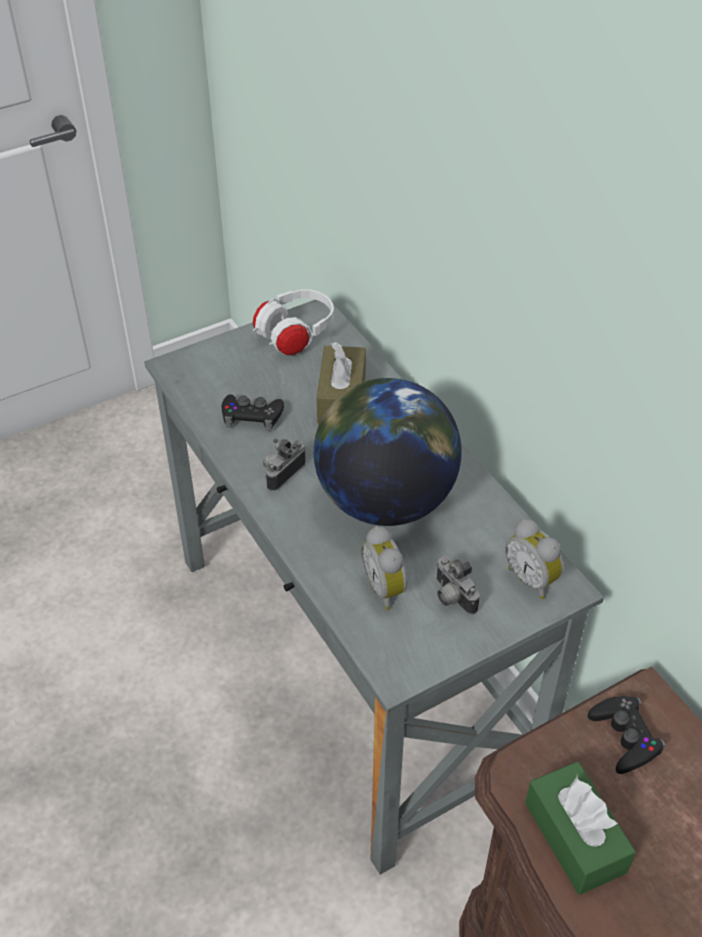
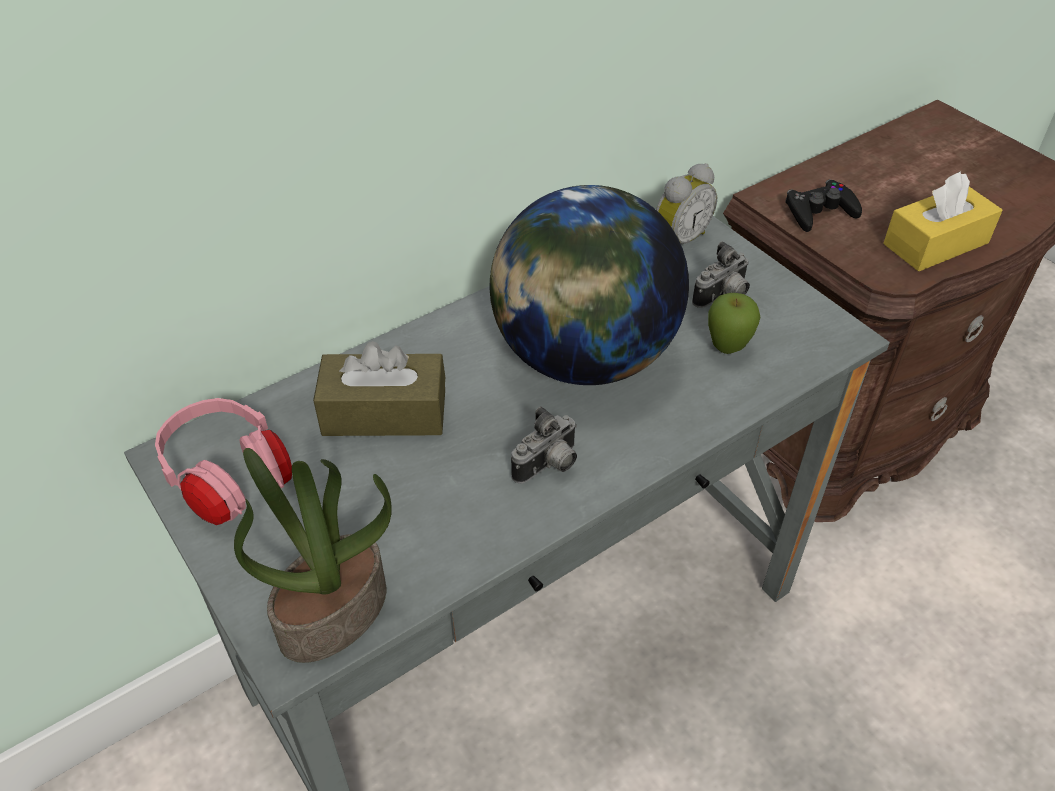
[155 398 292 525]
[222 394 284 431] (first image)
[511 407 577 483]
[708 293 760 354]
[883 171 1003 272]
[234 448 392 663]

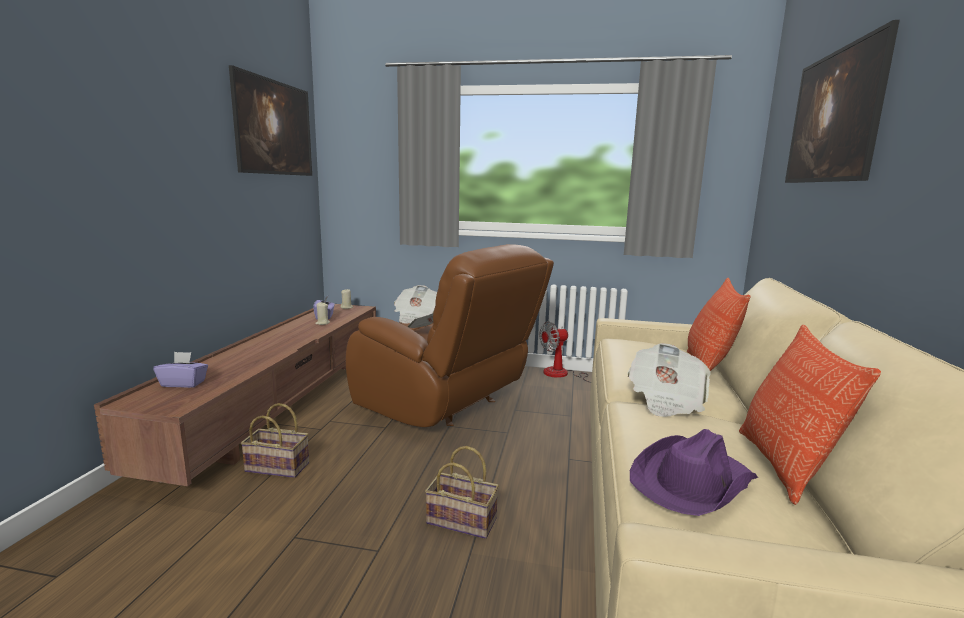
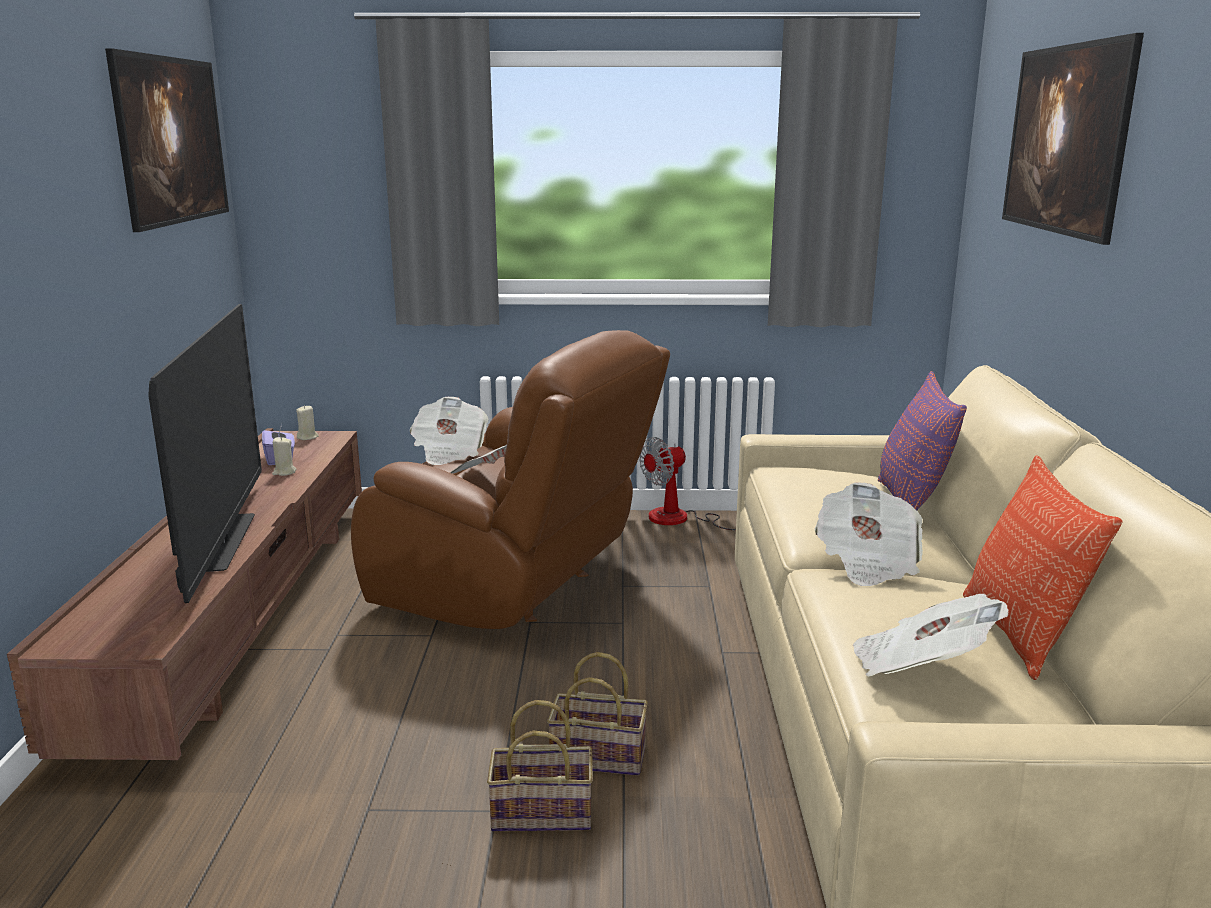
[878 371 967 510]
[153 352 208 388] (first image)
[487 700 593 832]
[853 594 1009 677]
[148 304 262 603]

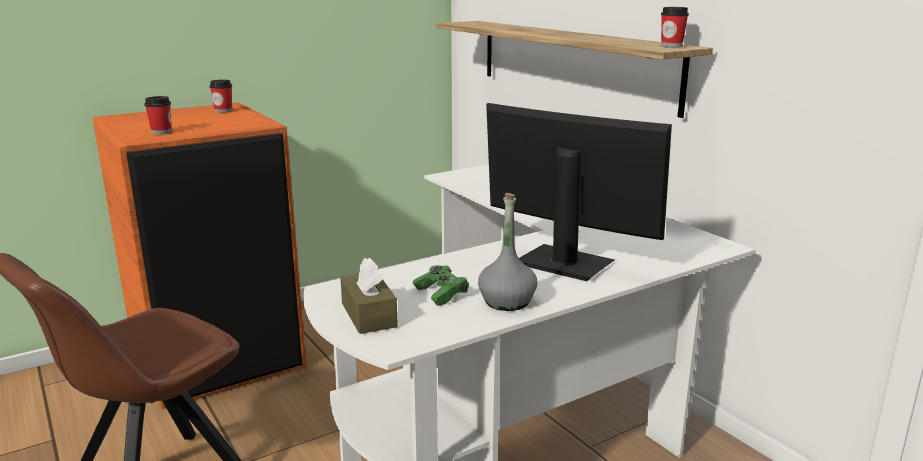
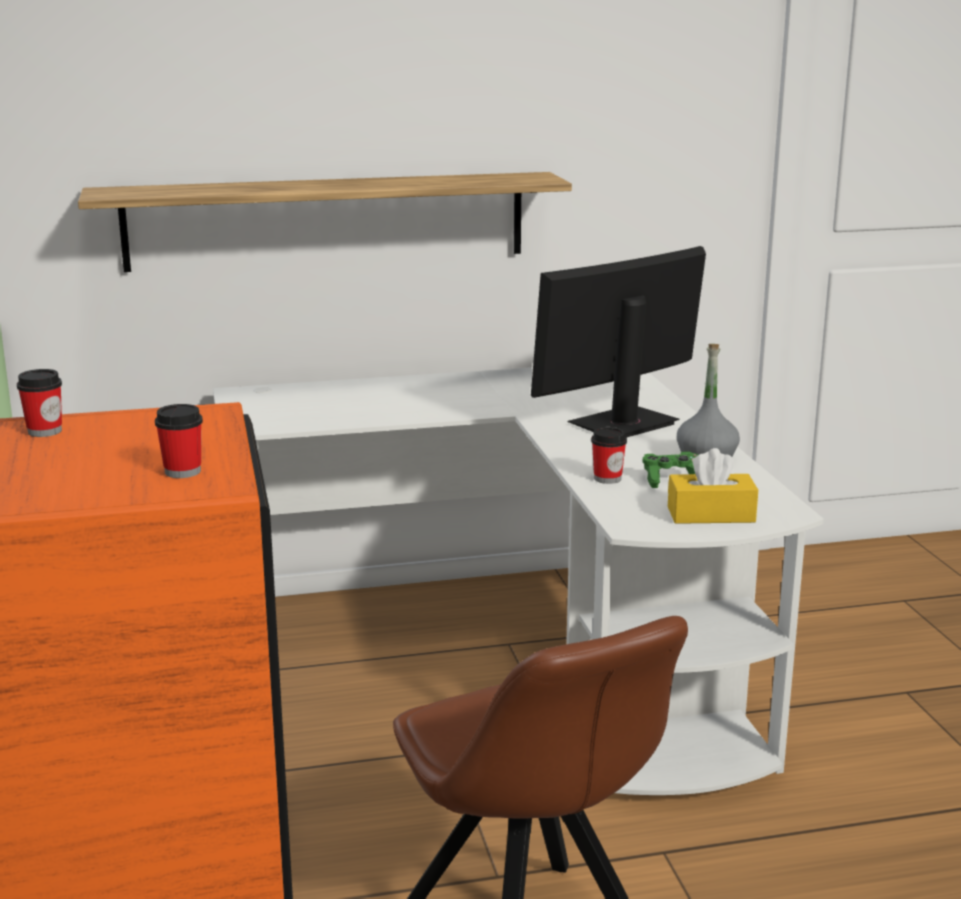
[591 427 627 484]
[668 448 758 524]

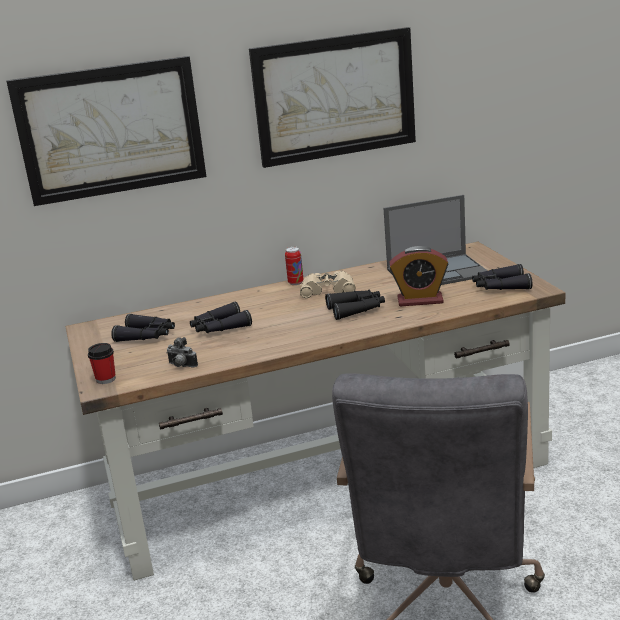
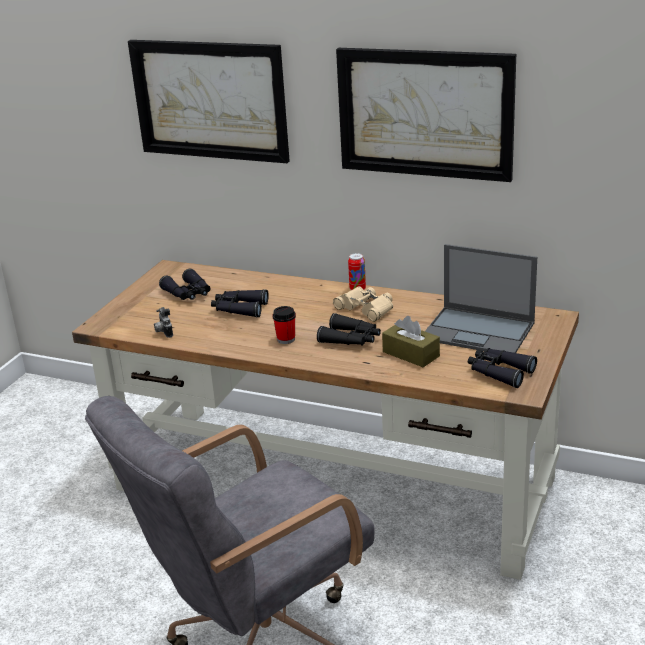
[382 316 440 367]
[272 306 296 344]

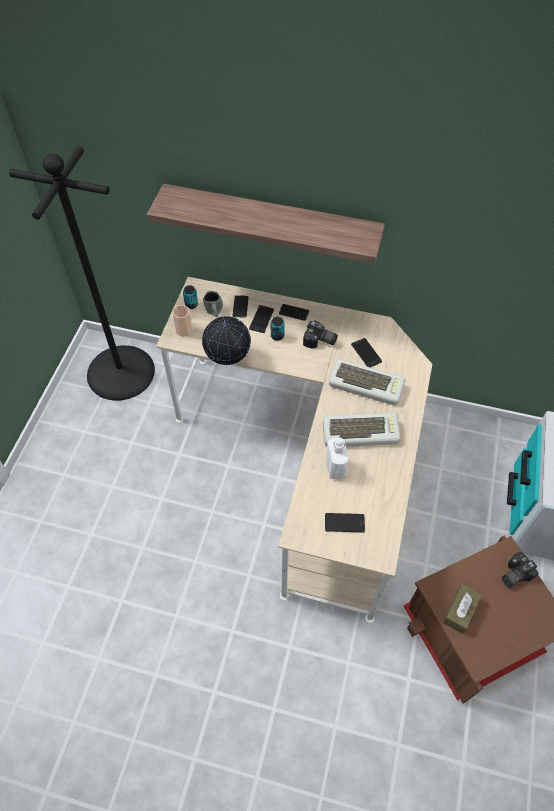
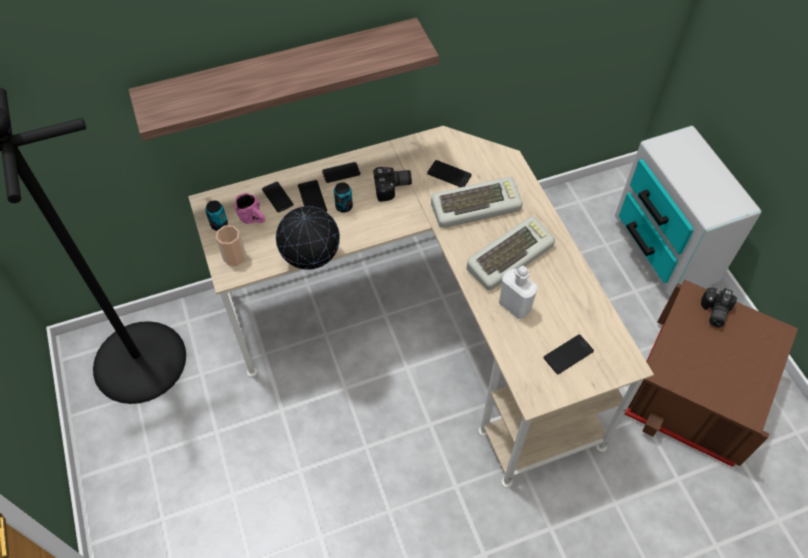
[235 193 265 224]
[443 584 482 634] (first image)

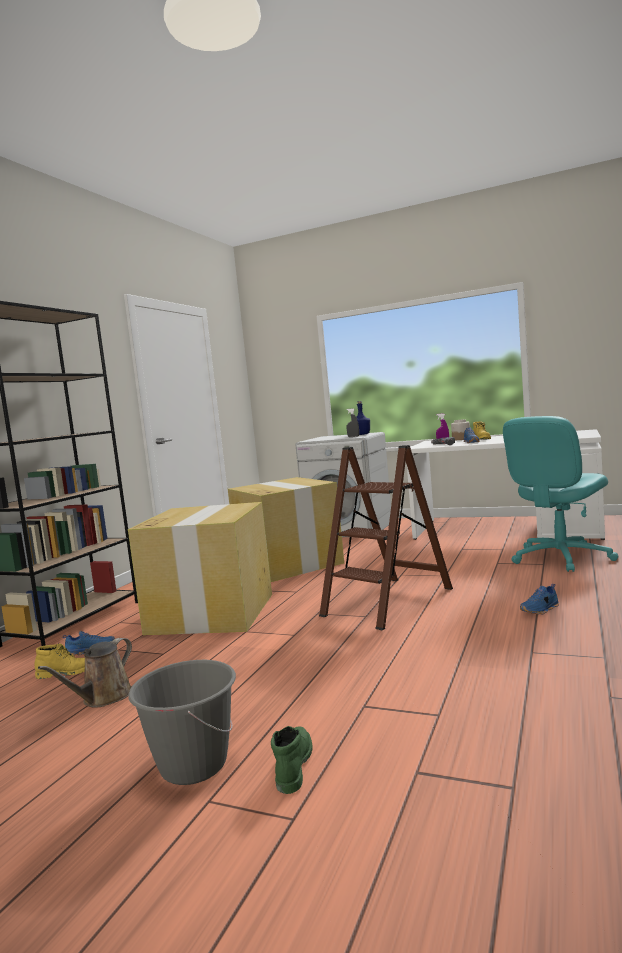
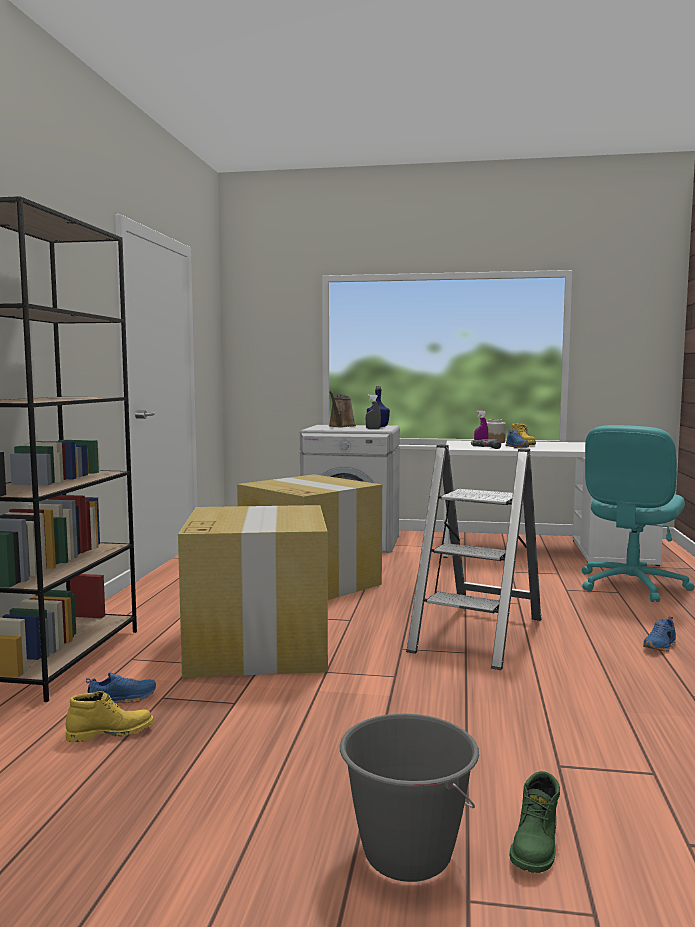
[406 444 541 670]
[329 391 356 427]
[509 771 560 873]

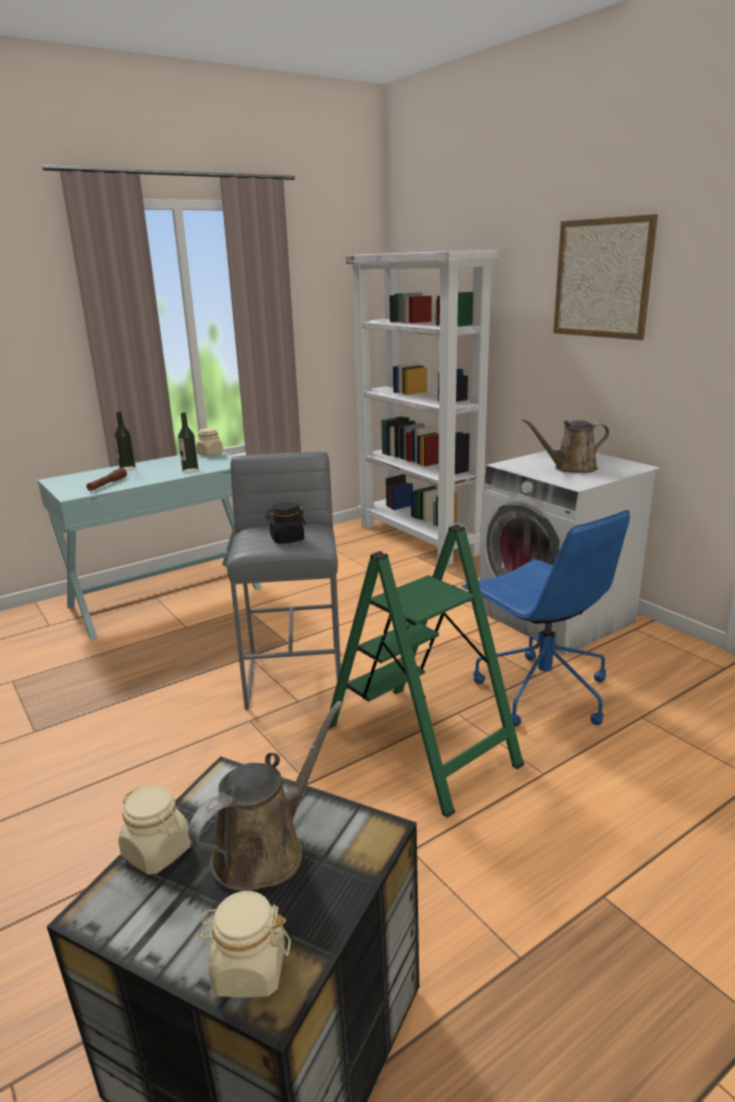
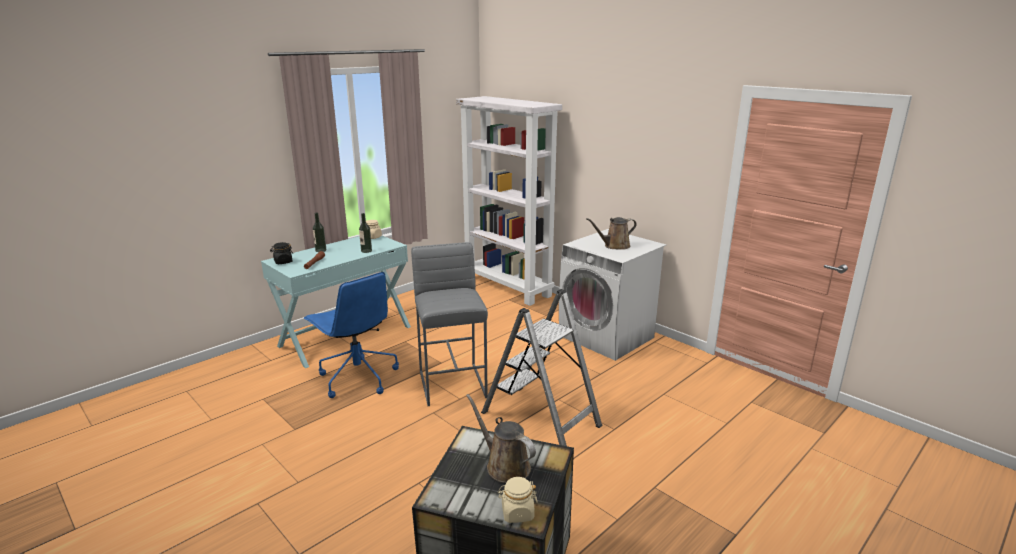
[553 214 658 340] (first image)
[270 242 293 264]
[304 272 399 398]
[481 289 603 446]
[466 394 536 483]
[118 785 191 875] (first image)

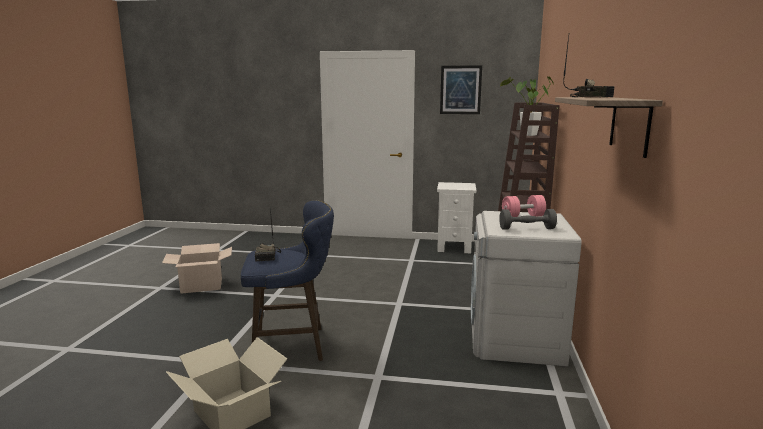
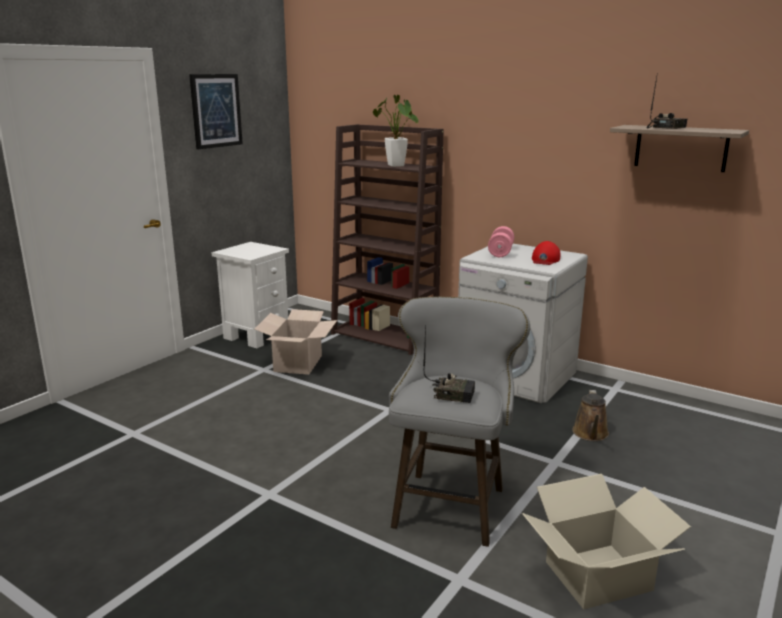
[389 296 530 547]
[532 241 560 265]
[255 309 337 375]
[572 390 609 441]

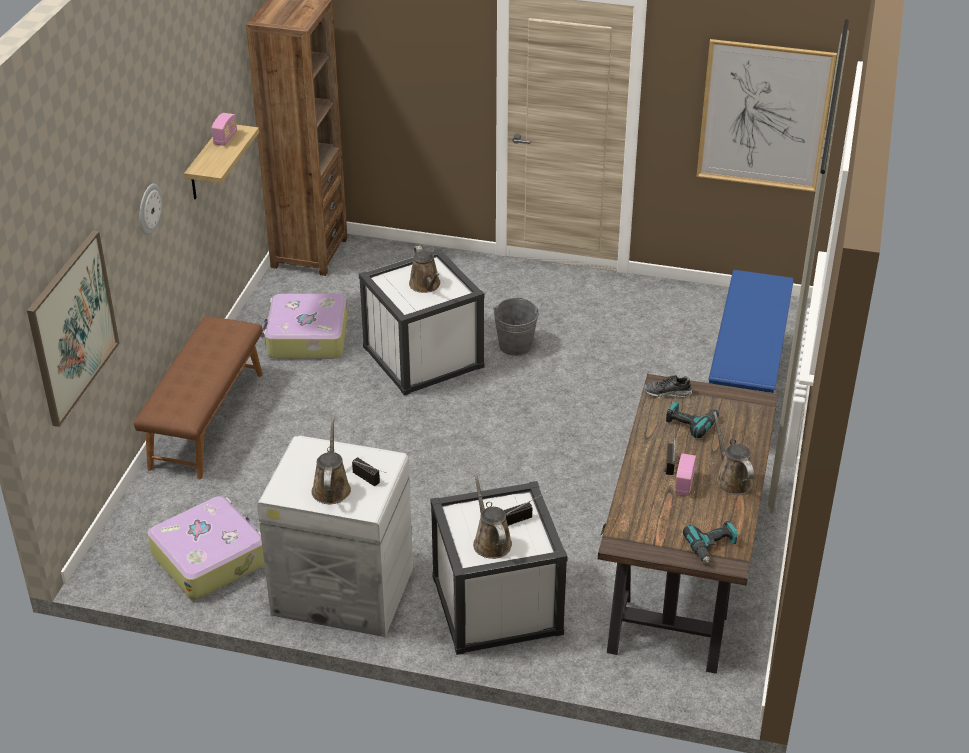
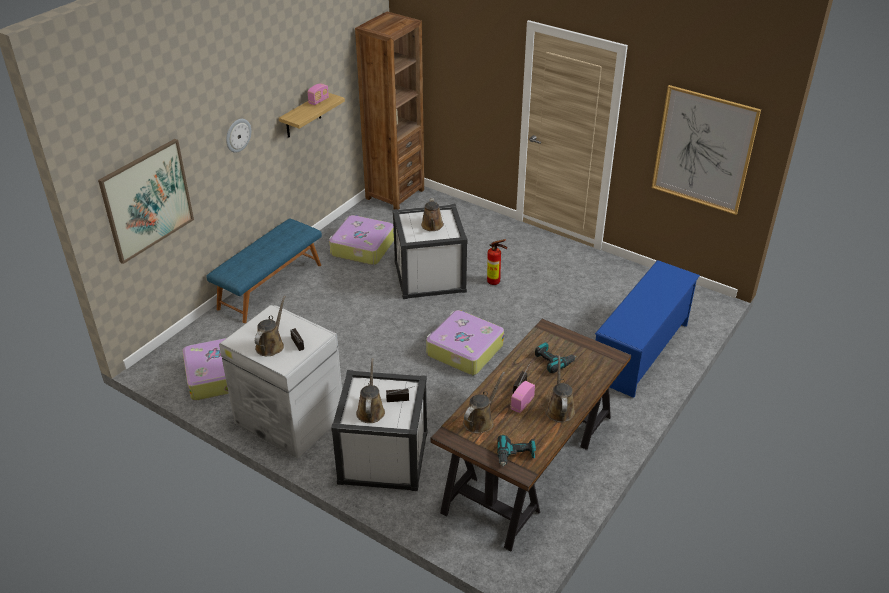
[487 239 507 285]
[206 218 322 323]
[644 375 692 398] (first image)
[426 310 504 375]
[463 371 505 434]

